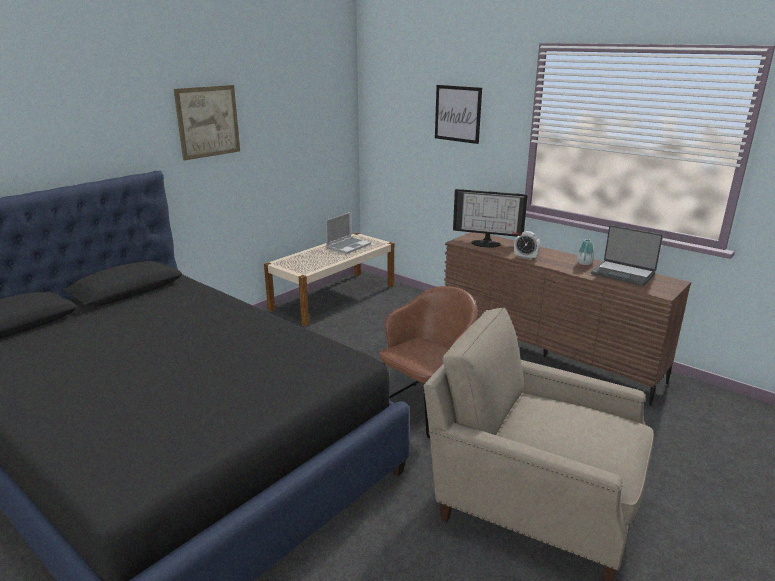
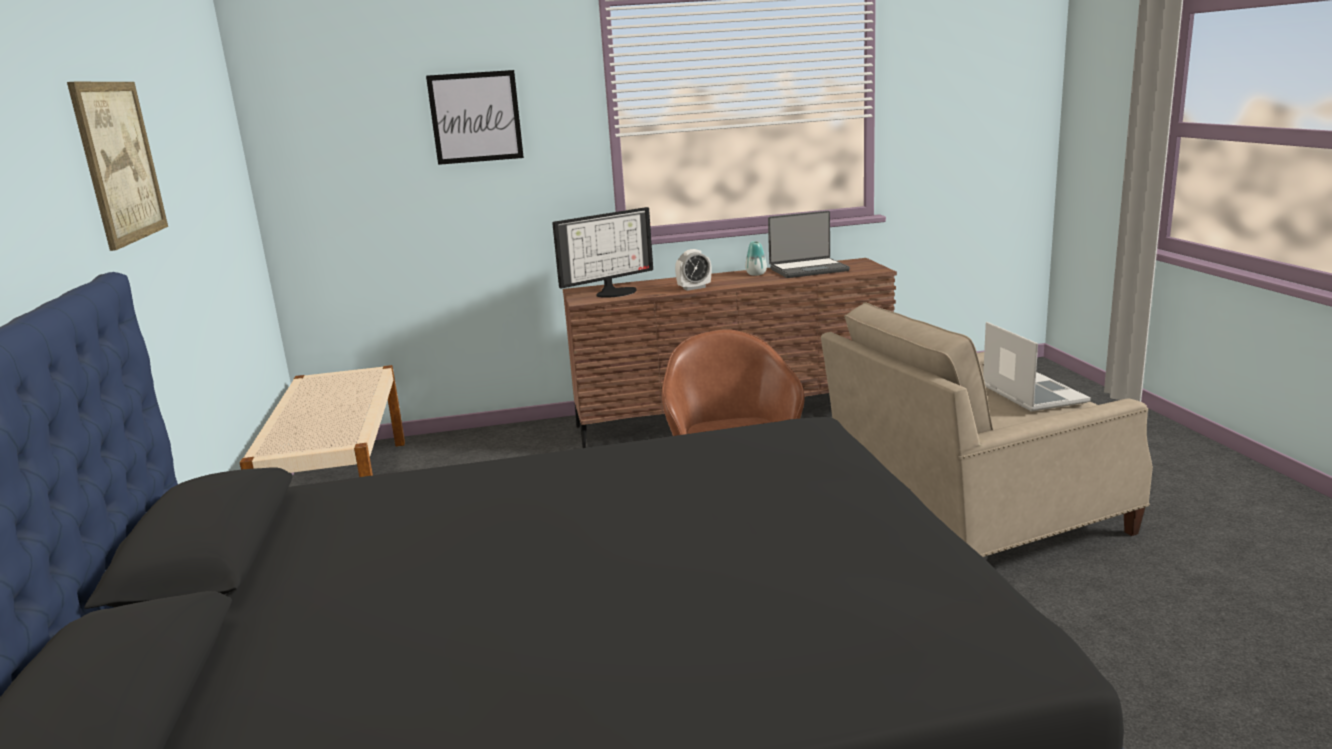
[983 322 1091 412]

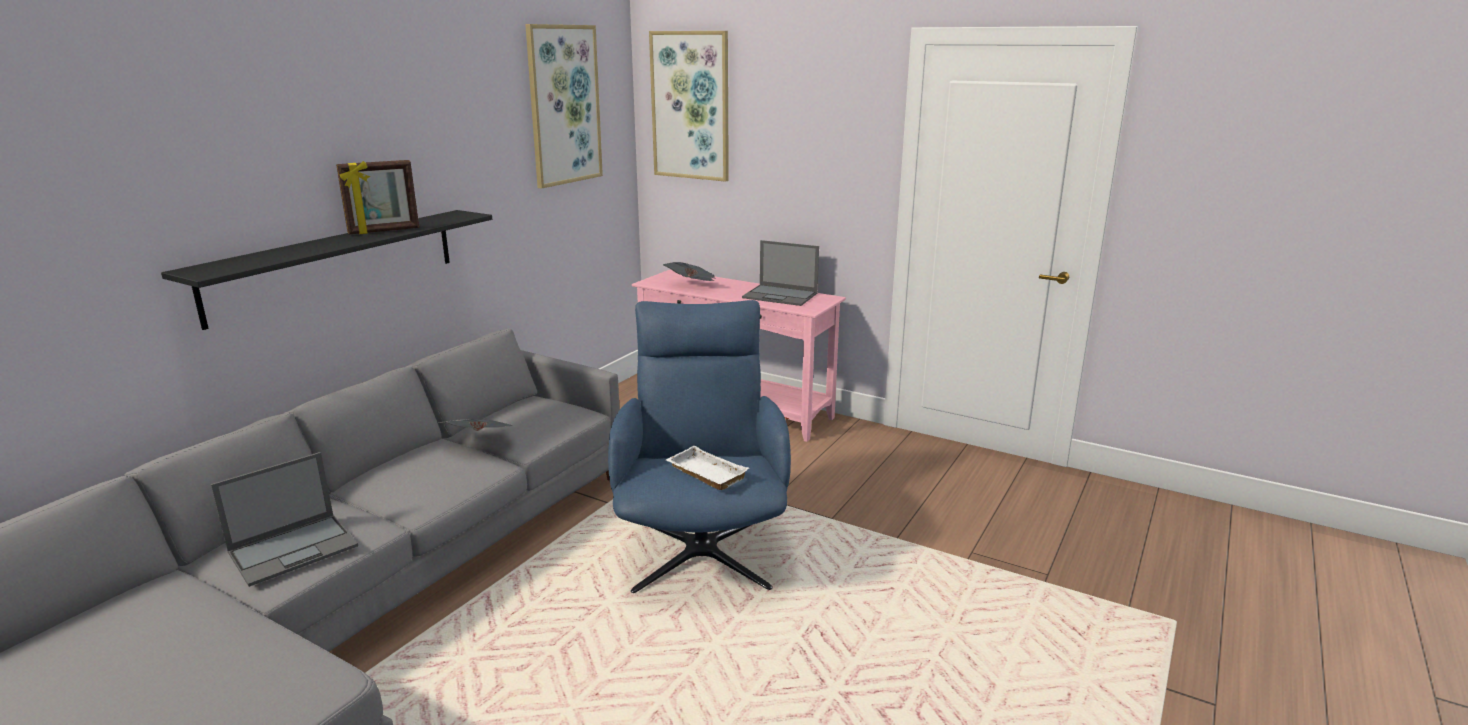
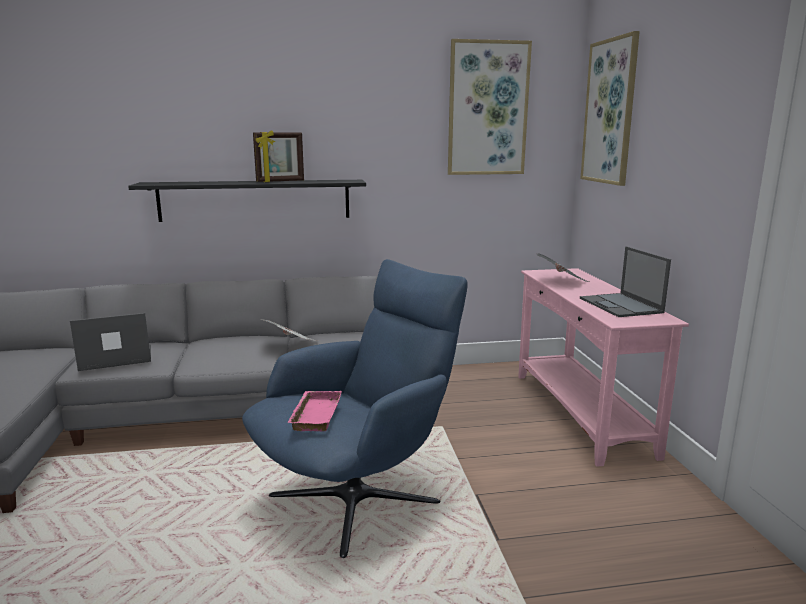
[253 130 304 182]
[287 391 342 431]
[70 313 151 371]

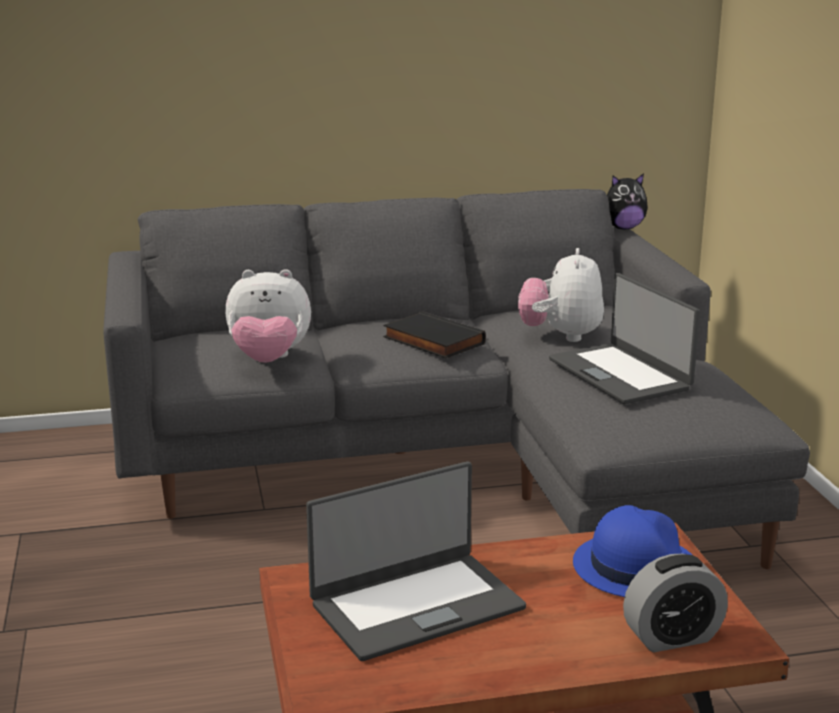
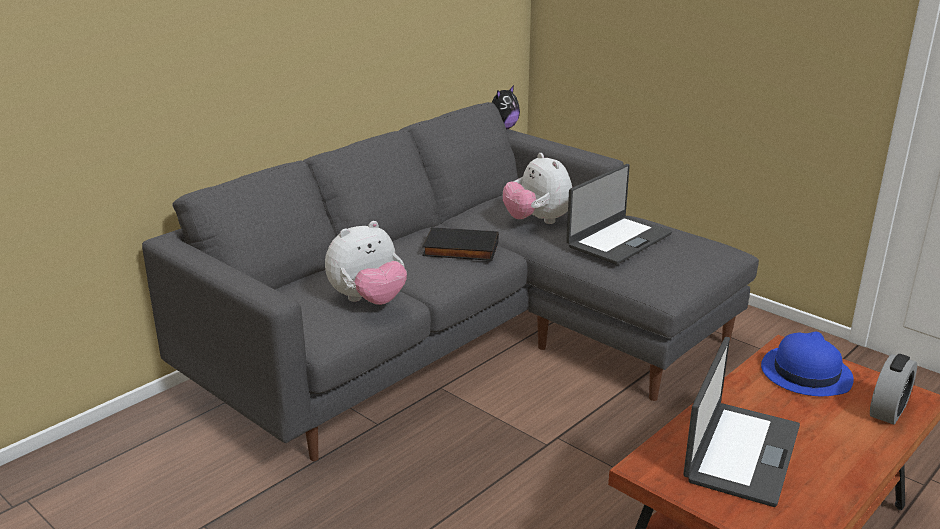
[566 164 672 264]

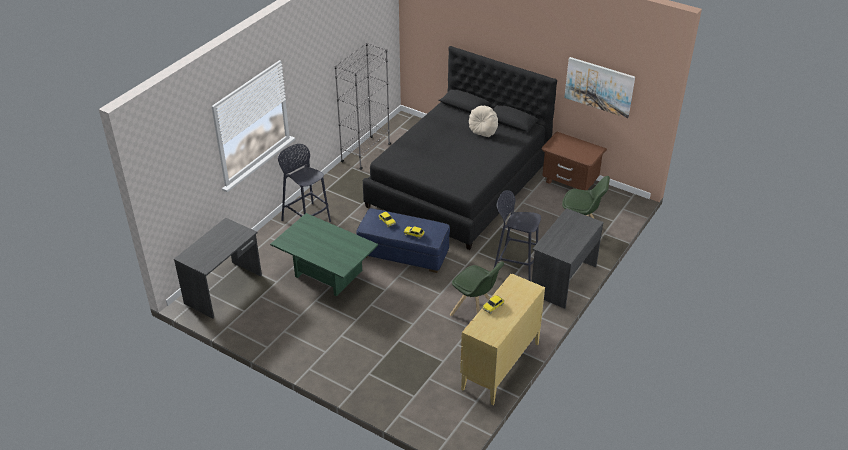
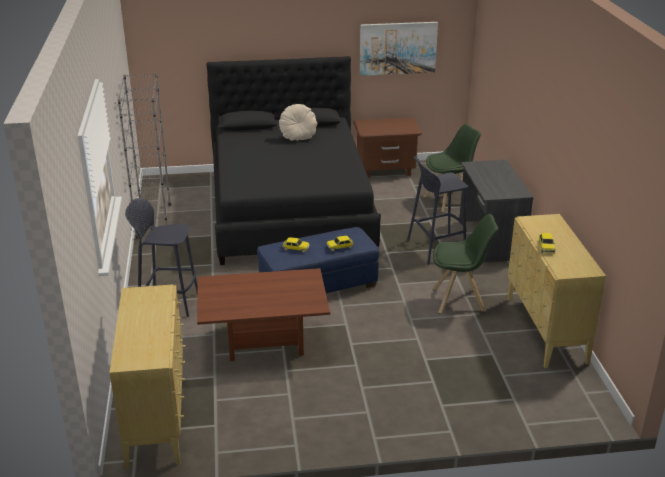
[197 268 330 361]
[109 284 186 469]

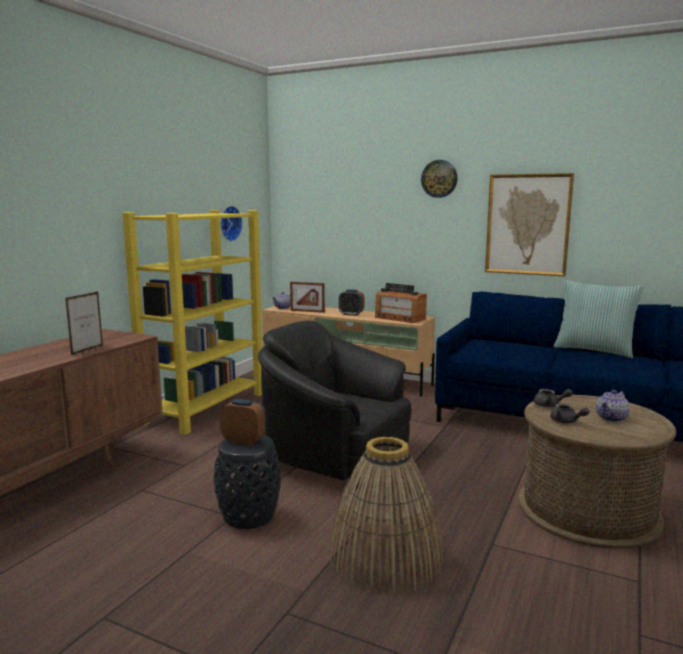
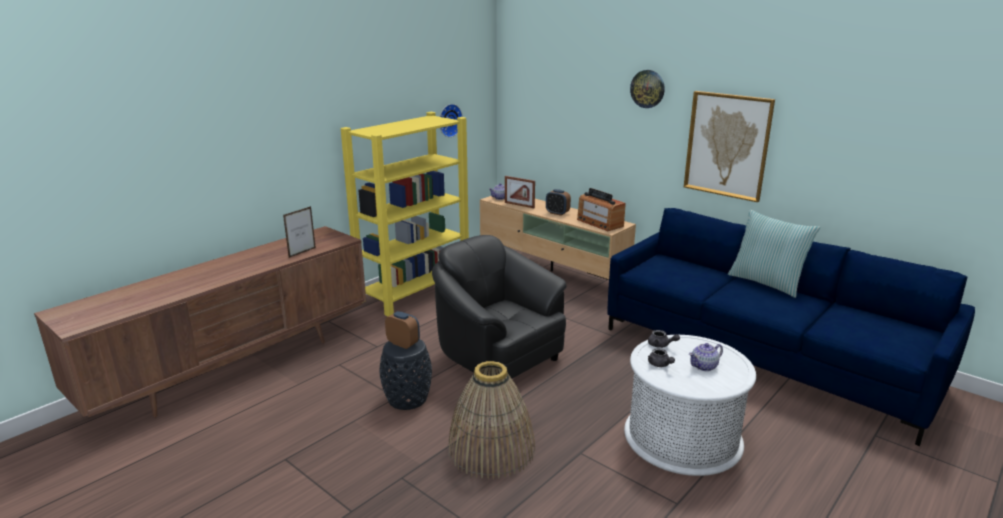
[624 335 756 476]

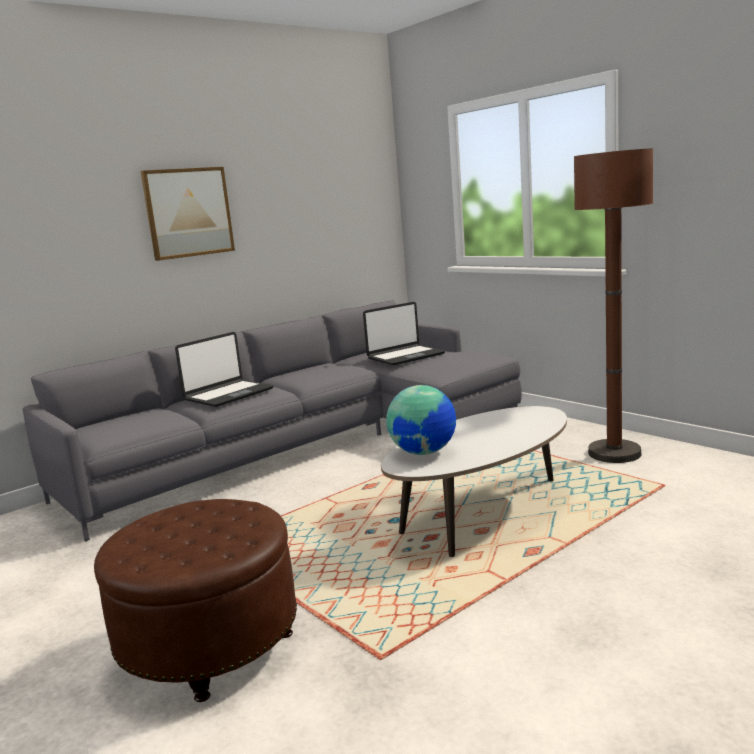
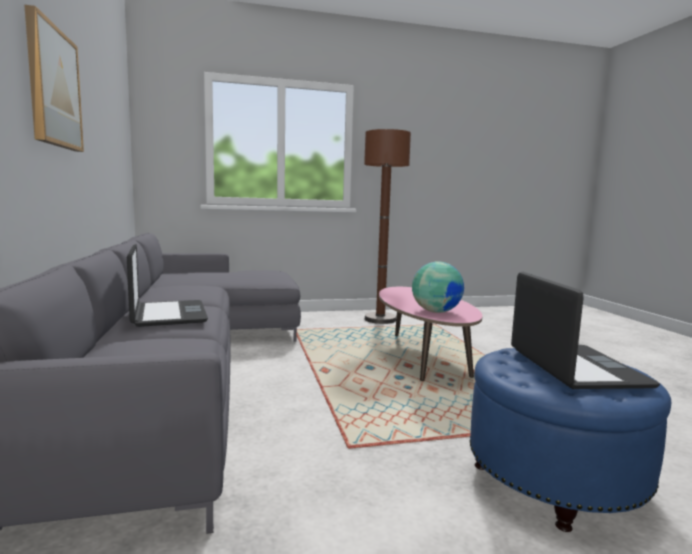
[511 272 660 389]
[379 287 482 381]
[470 348 671 532]

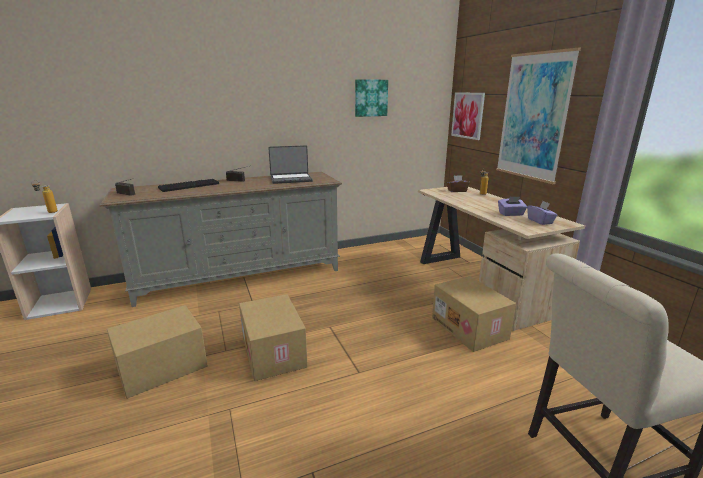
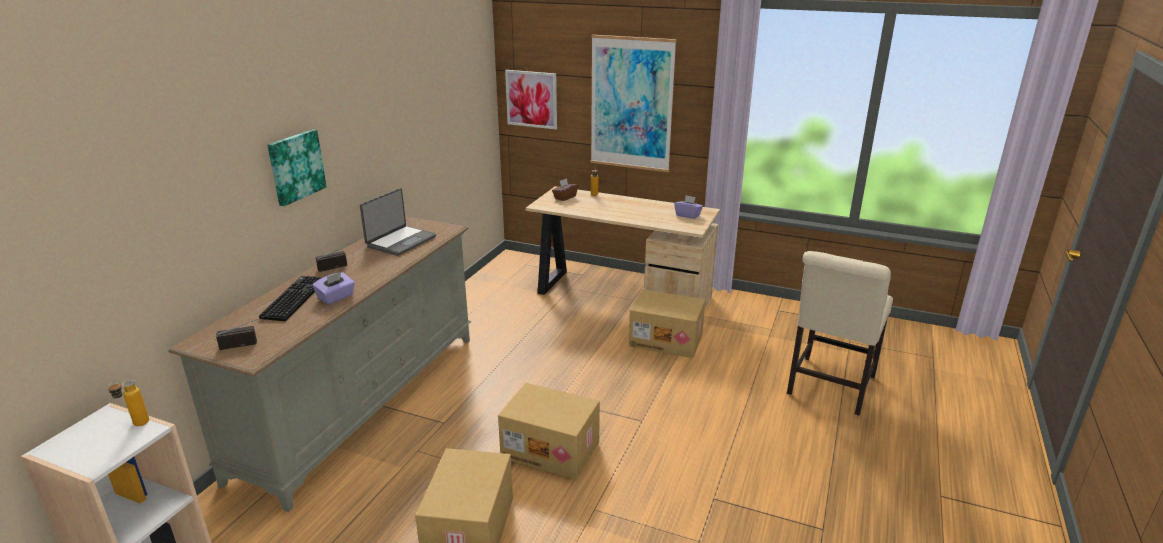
[267 129 327 206]
[312 272 355 304]

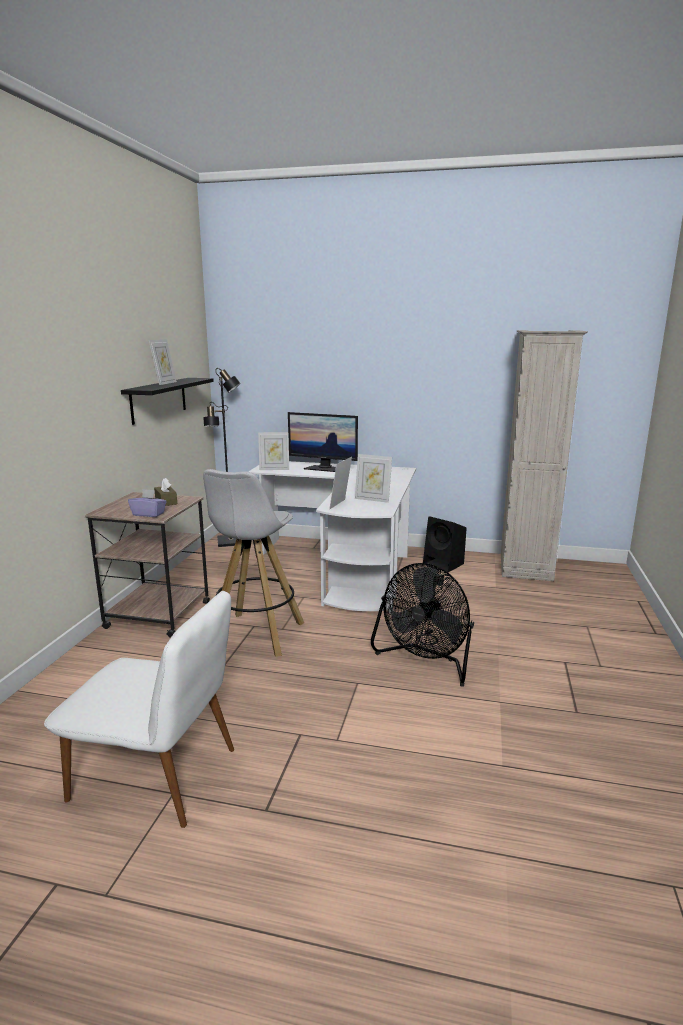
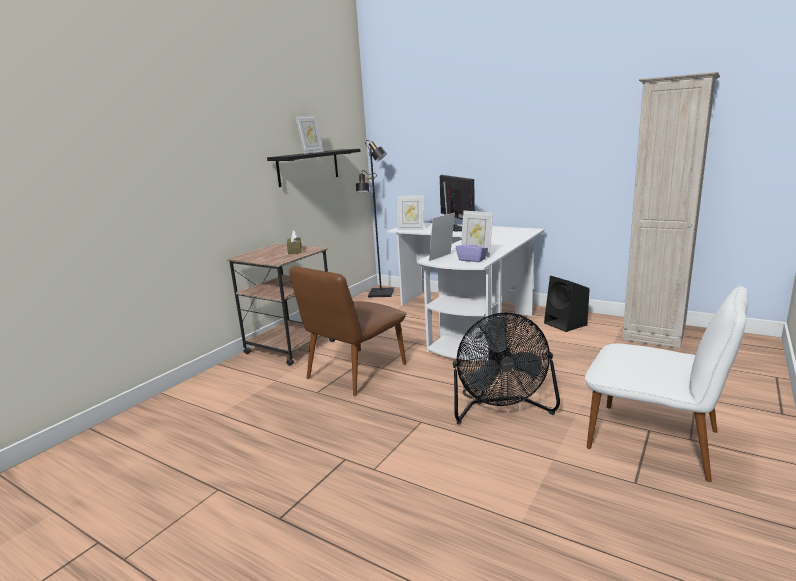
[440 175 475 232]
[289 266 406 396]
[456 238 488 262]
[453 313 560 425]
[585 286 748 482]

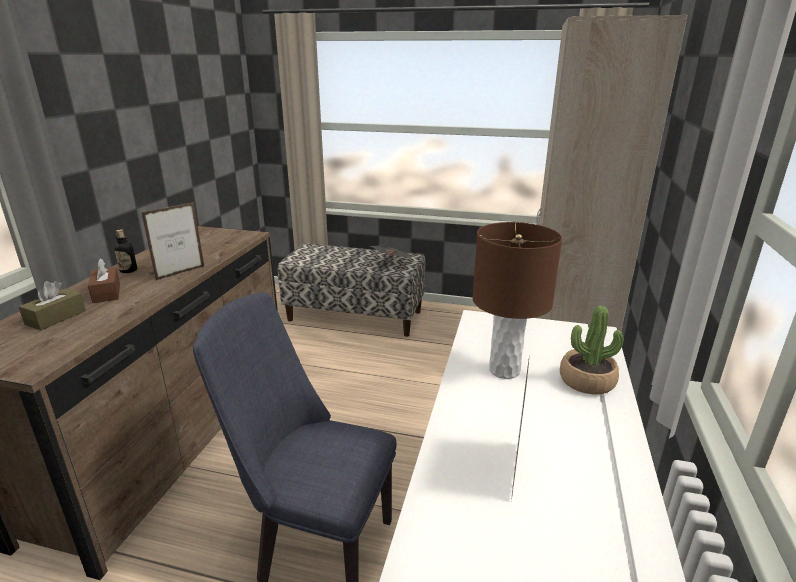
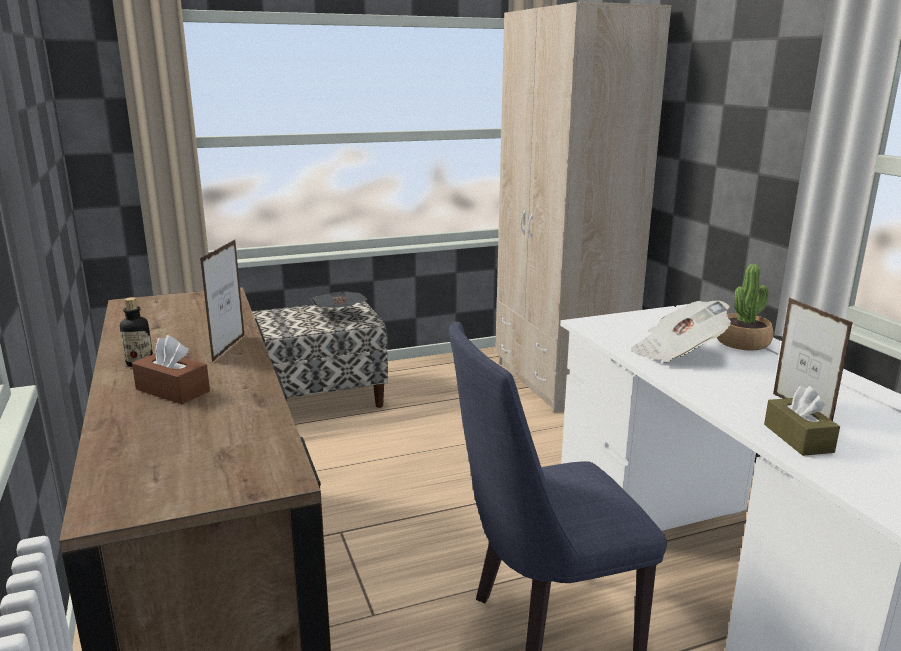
[631 301 731 363]
[764 386 840 456]

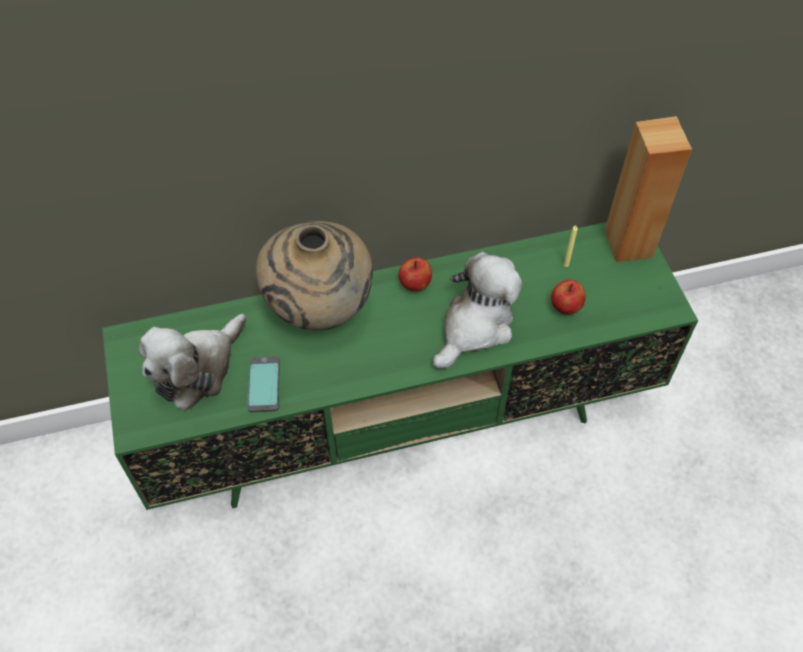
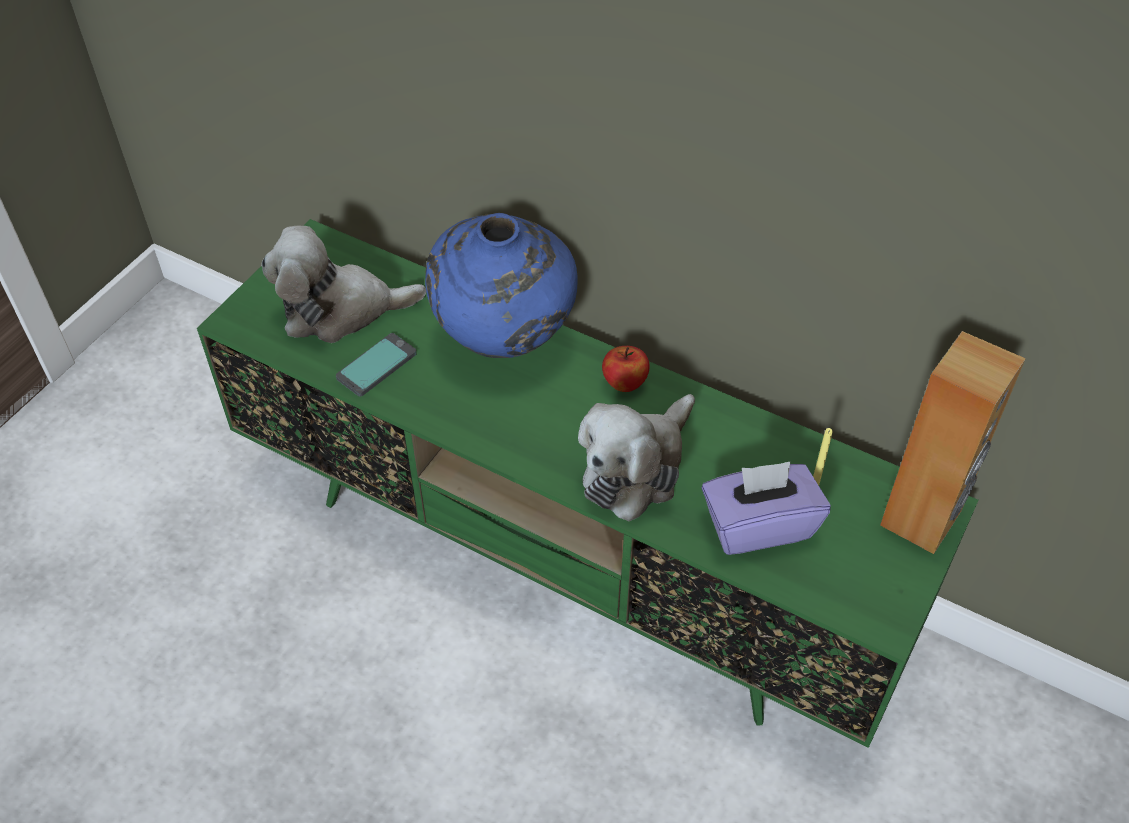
[425 213 577 358]
[578 394 695 522]
[702 462 831 555]

